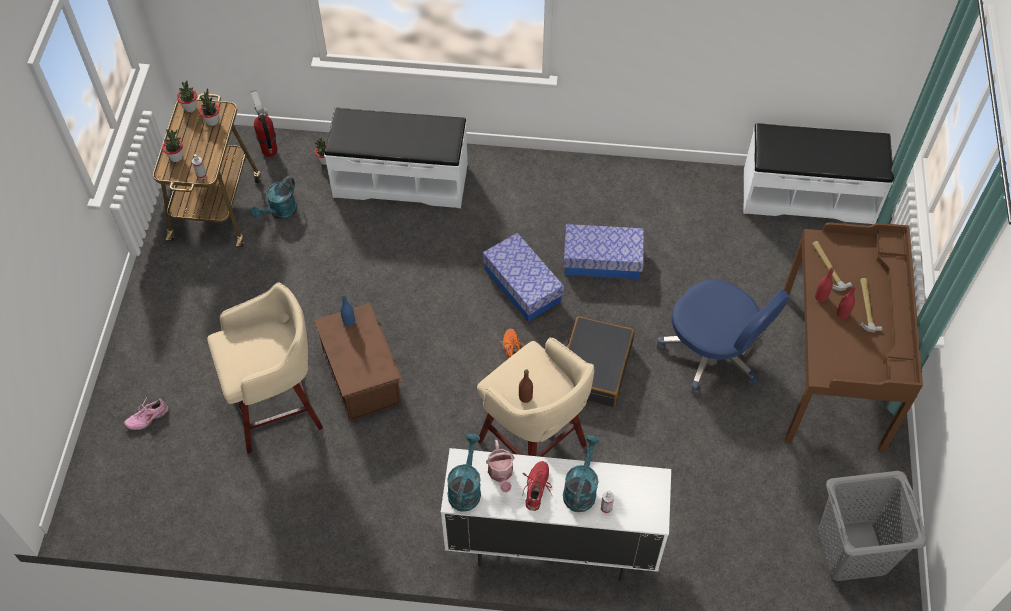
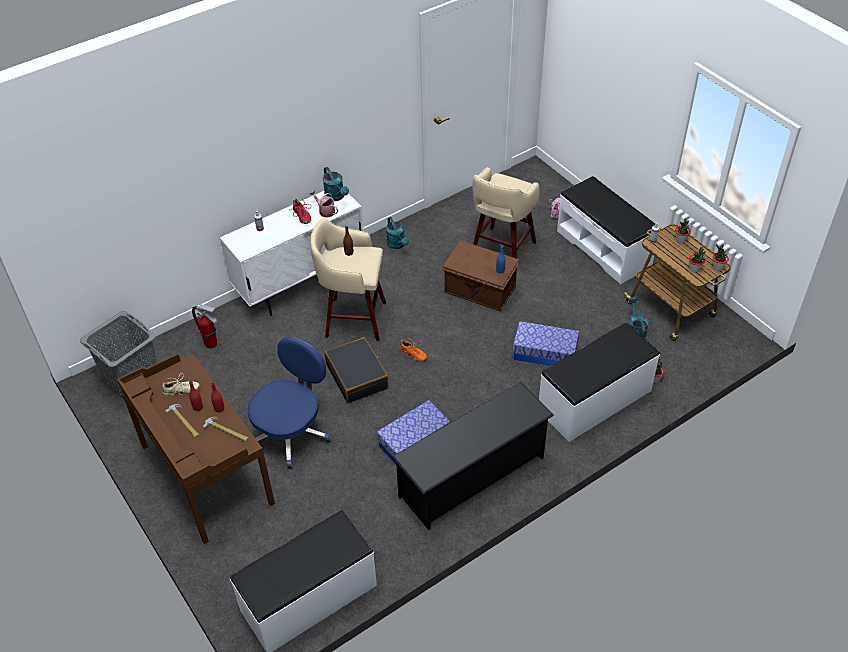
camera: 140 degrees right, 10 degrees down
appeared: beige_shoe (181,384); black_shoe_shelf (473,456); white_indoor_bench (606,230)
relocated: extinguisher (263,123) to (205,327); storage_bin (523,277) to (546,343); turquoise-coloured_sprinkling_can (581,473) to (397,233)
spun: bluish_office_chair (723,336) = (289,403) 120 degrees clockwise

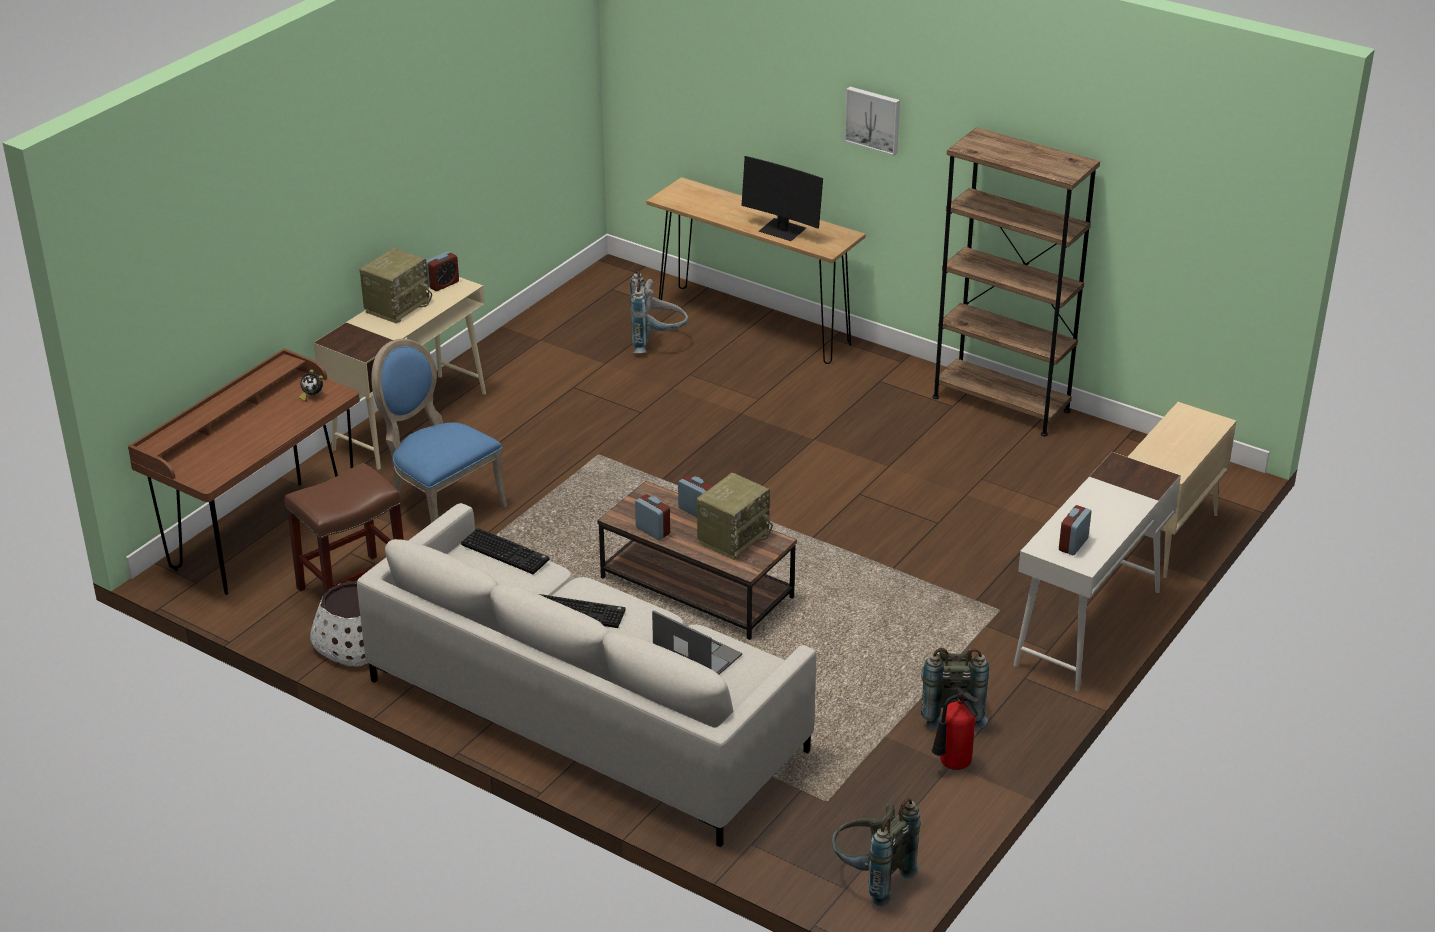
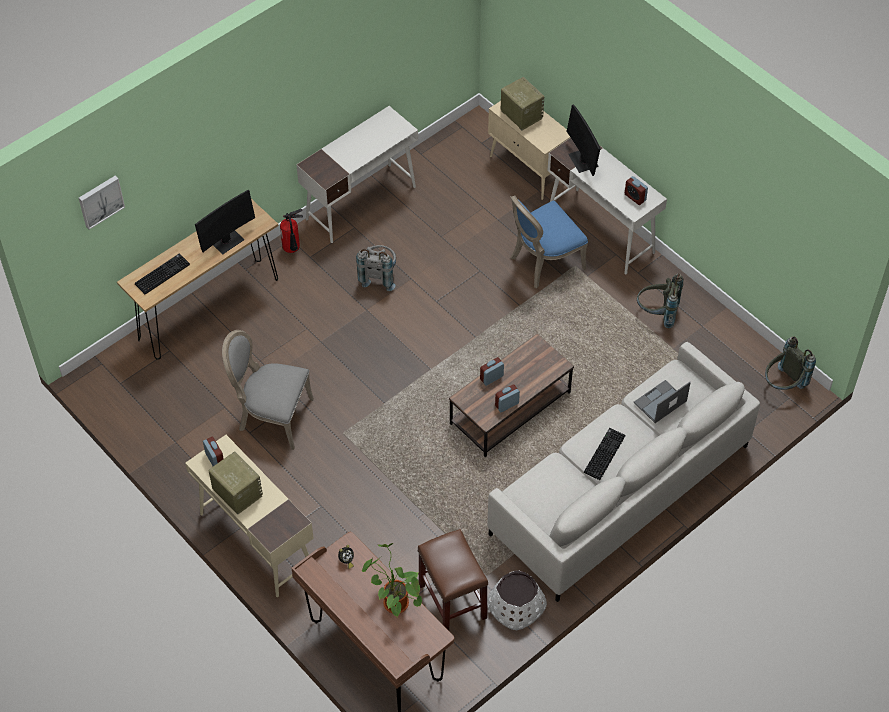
camera: 75 degrees left, 20 degrees up
appeared: grey_upright_chair (268,390); plant_in_a_pot (392,580); monitor (583,140)
relocated: bluish_upright_chair (439,431) to (549,241); PC_keyboard (505,551) to (162,273); grey_rucksack (659,311) to (376,268); radio (735,516) to (522,103); wall_art (872,121) to (102,203); extinguisher (955,728) to (291,231)
exchanged: brown-coloured_shelving_unit (1016,281) to white_desk_table (357,174)

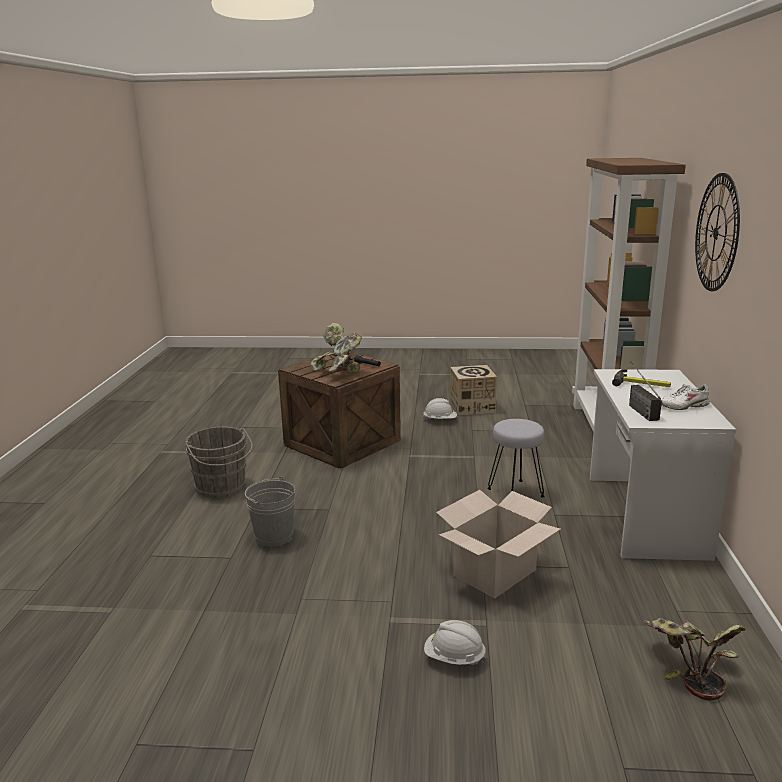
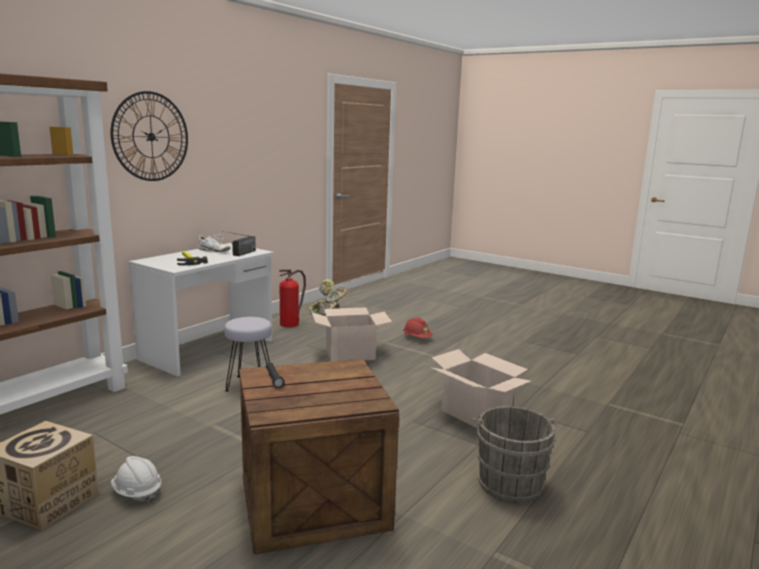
camera: 150 degrees left, 5 degrees down
missing: plant_in_a_pot (336,348)
appeared: extinguisher (292,298)
exchanged: grey_pail (270,511) to carton (481,388)
colour: white_safety_helmet (455,642) to reddish_safety_helmet (418,327)

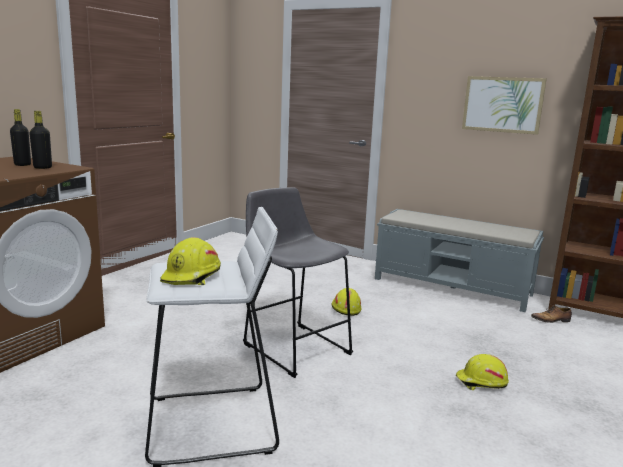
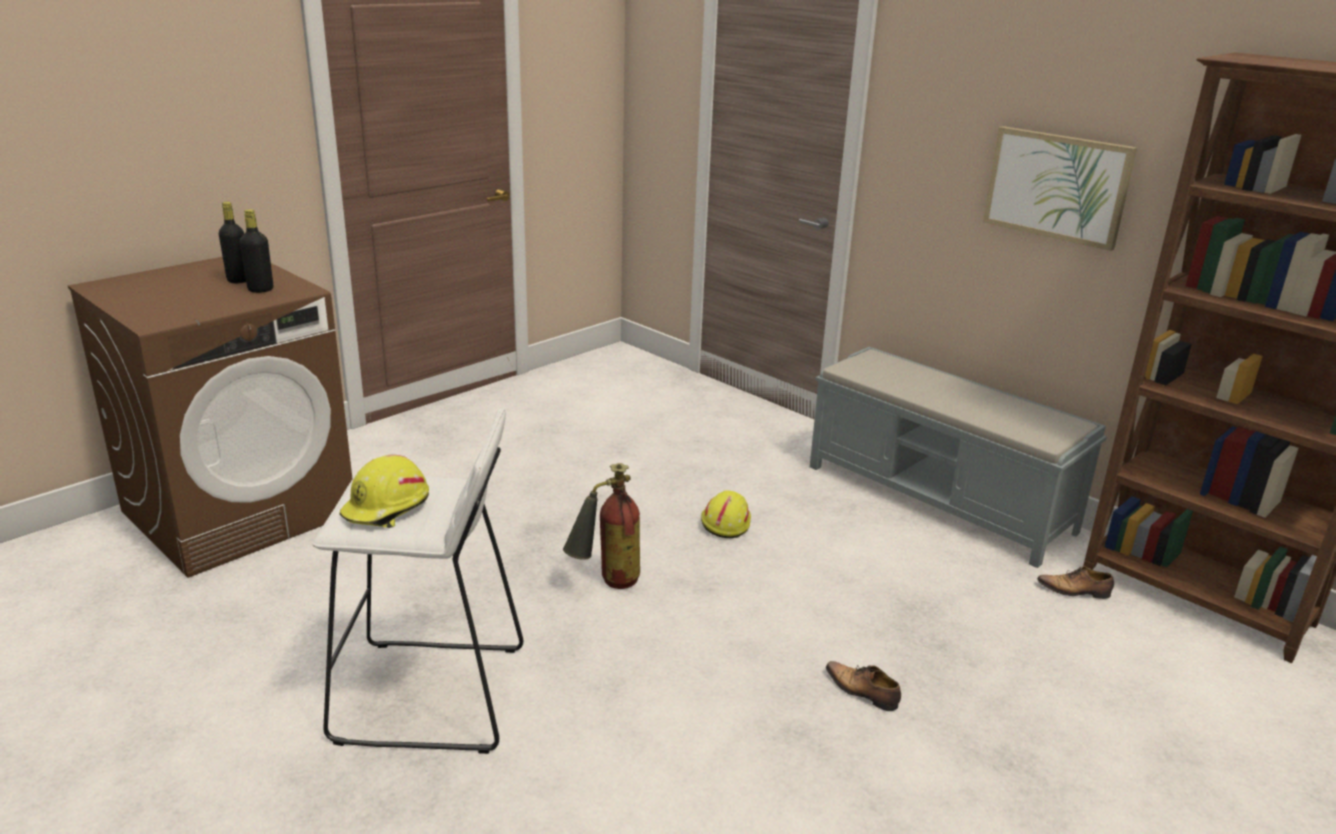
camera: 15 degrees right, 10 degrees up
exchanged: grey_stool (298,282) to extinguisher (601,526); yellow_safety_helmet (482,372) to shoe (863,686)

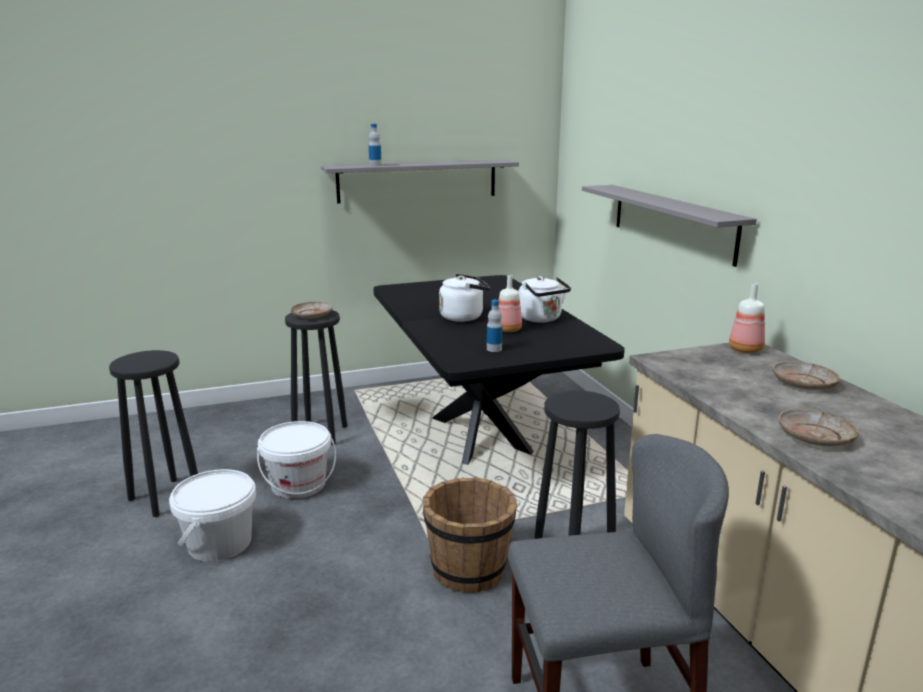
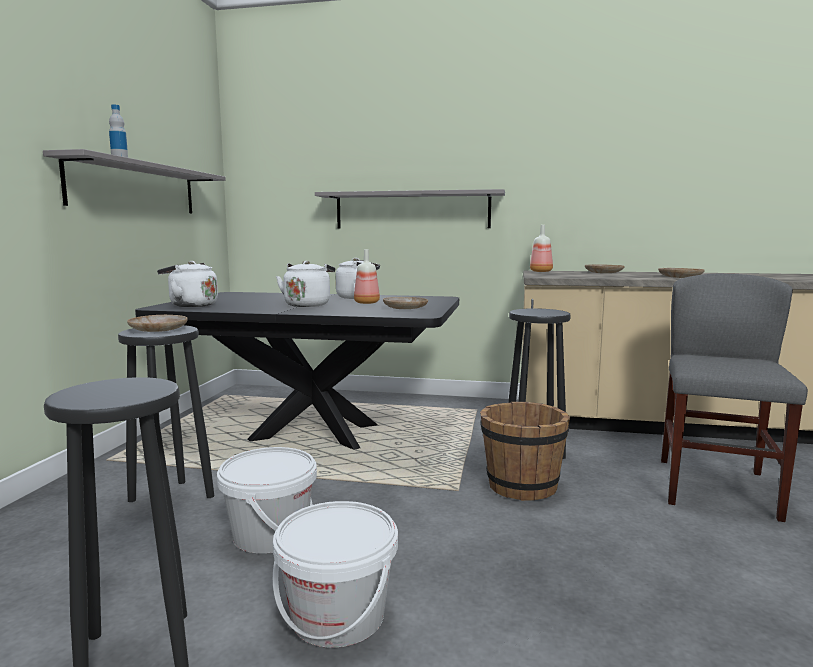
camera: 60 degrees left, 10 degrees down
appeared: white_water_kettle (187,284)
exchanged: drink_bottle (494,326) to beige_plate (405,303)

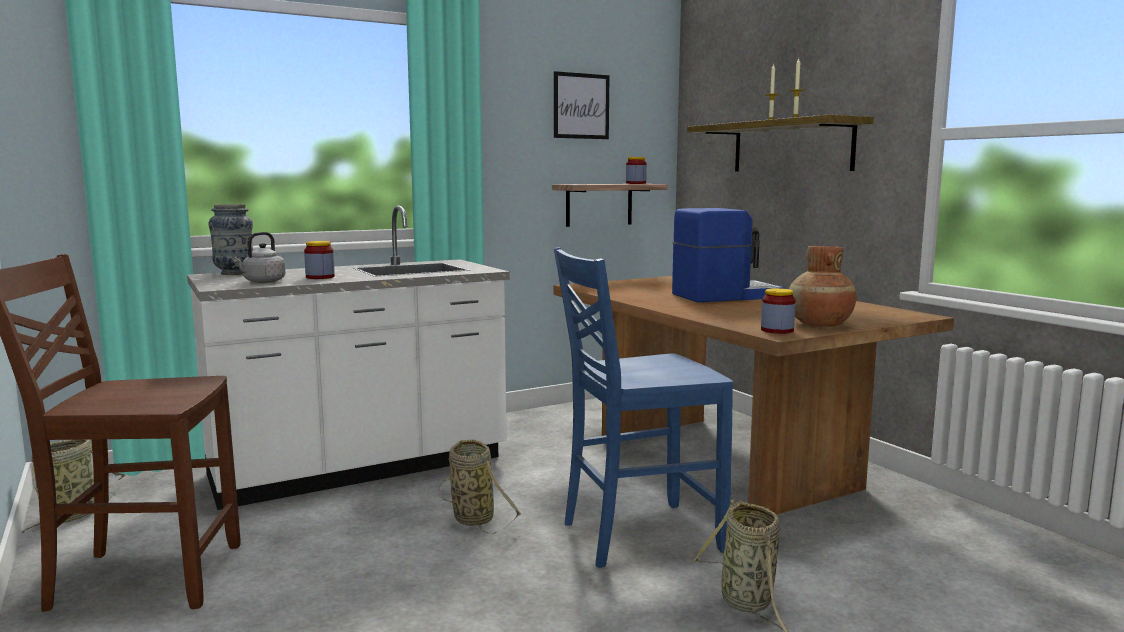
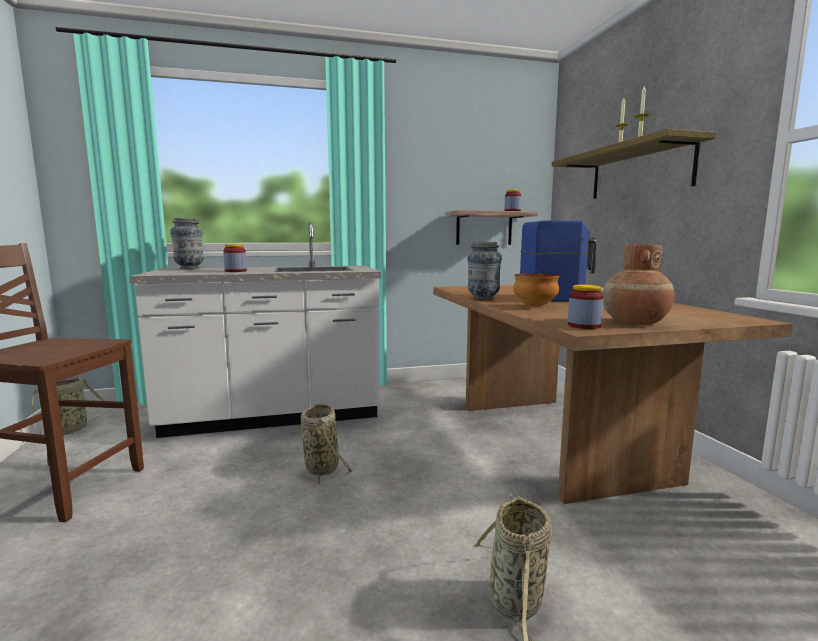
camera: 15 degrees right, 0 degrees up
missing: grey_water_kettle (259,257); wall_art (582,105); bluish_upright_chair (643,407)
appeared: decorative_vase (484,271); bowl (536,290)

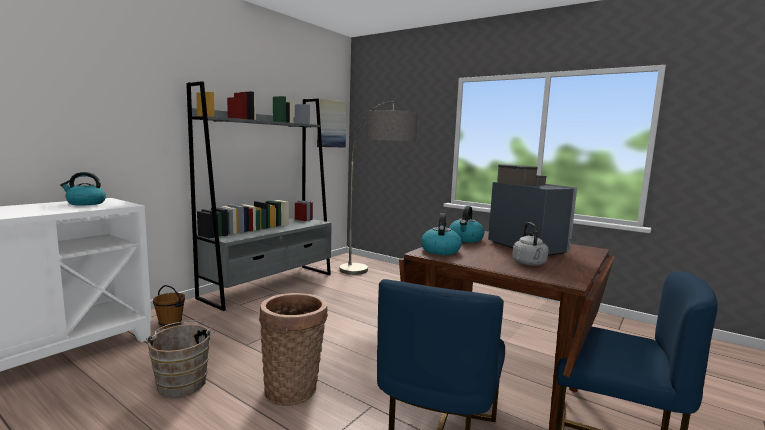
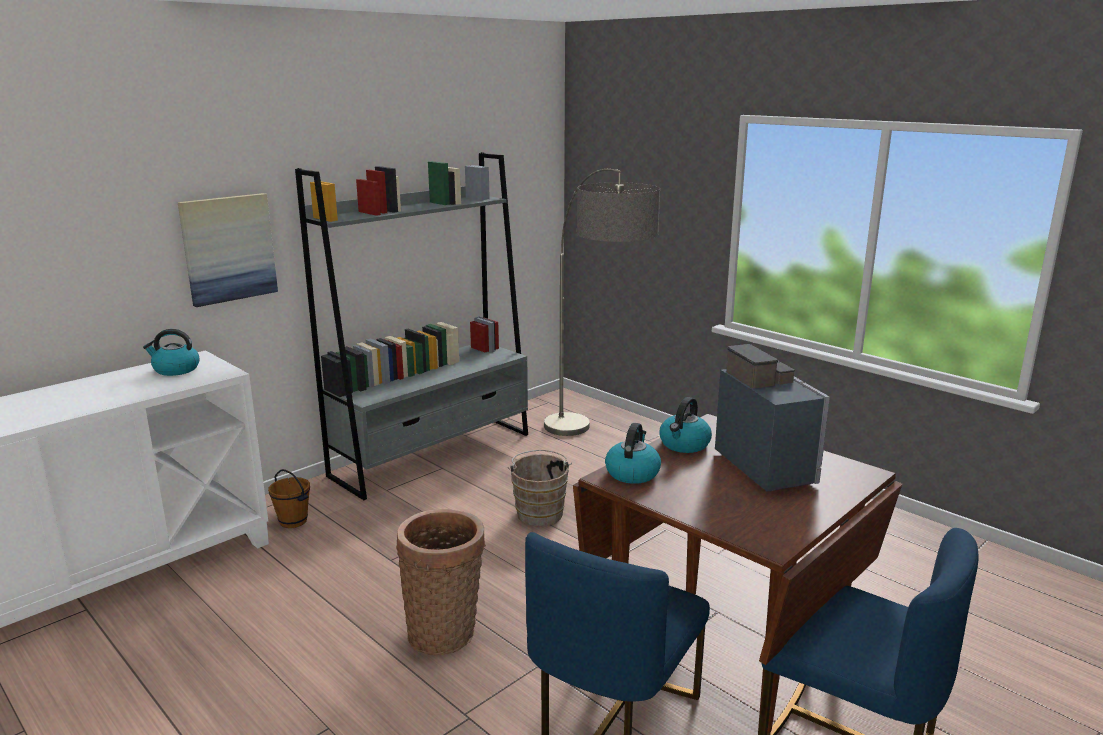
camera: 10 degrees right, 10 degrees up
missing: grey_water_kettle (530,244)
relocated: brown-coloured_pail (180,358) to (540,488); wall_art (332,123) to (228,250)

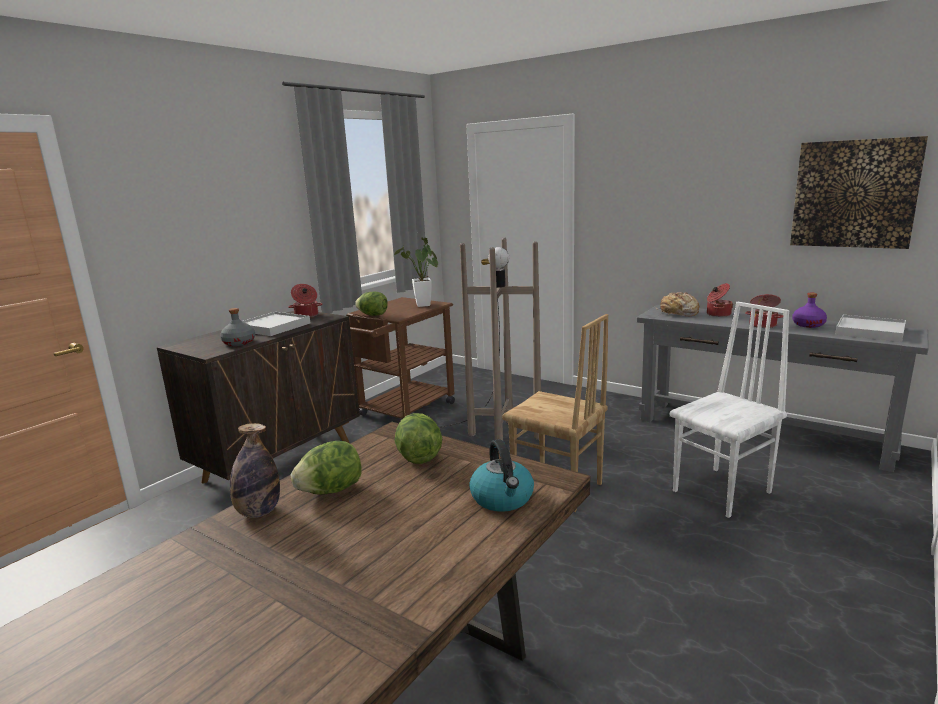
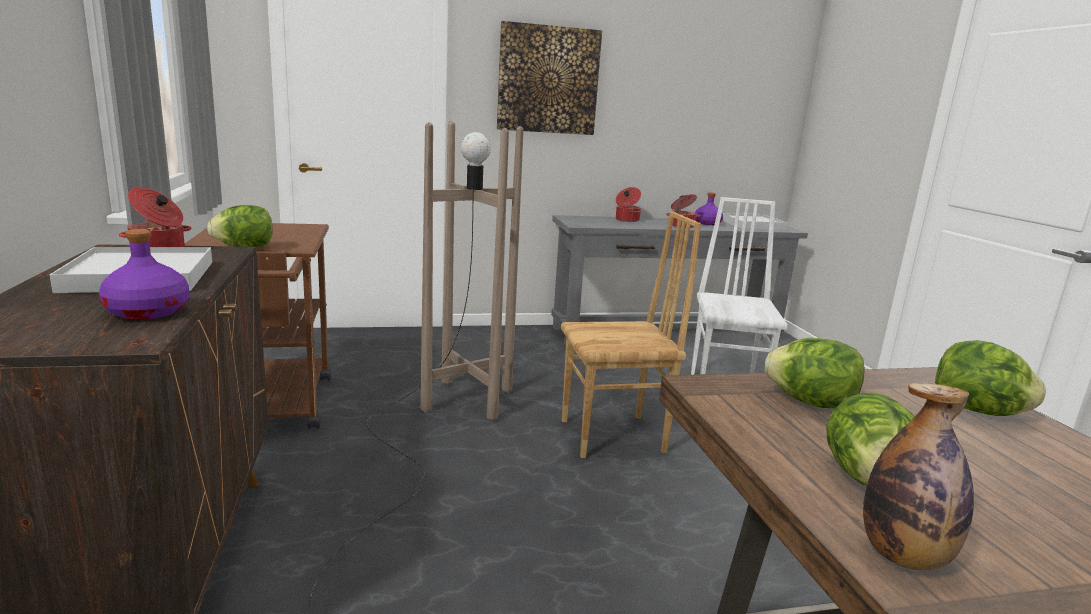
camera: 50 degrees left, 0 degrees up
missing: plant_in_a_pot (416,272); bakery_bread (677,304)
relocated: wall_art (859,192) to (549,78)
exchanged: water_kettle (501,475) to lettuce (990,378)
colour: grey_drink_bottle (237,327) to purple-coloured_drink_bottle (144,274)

